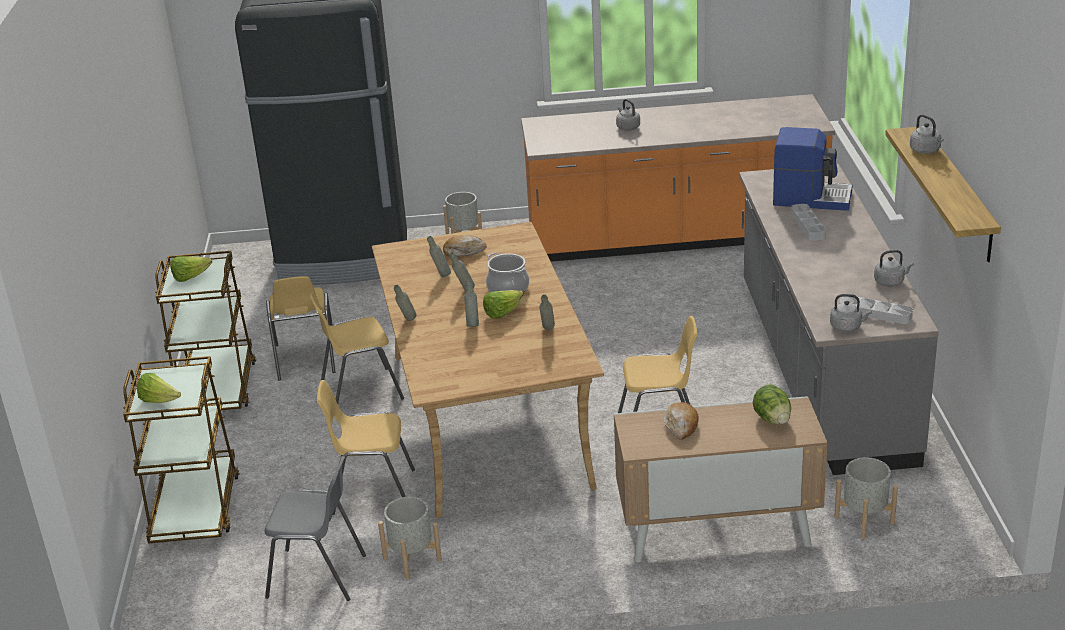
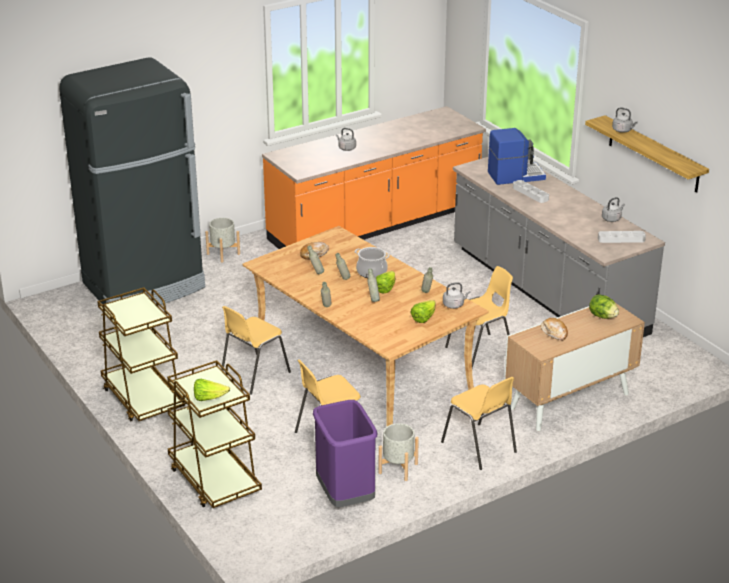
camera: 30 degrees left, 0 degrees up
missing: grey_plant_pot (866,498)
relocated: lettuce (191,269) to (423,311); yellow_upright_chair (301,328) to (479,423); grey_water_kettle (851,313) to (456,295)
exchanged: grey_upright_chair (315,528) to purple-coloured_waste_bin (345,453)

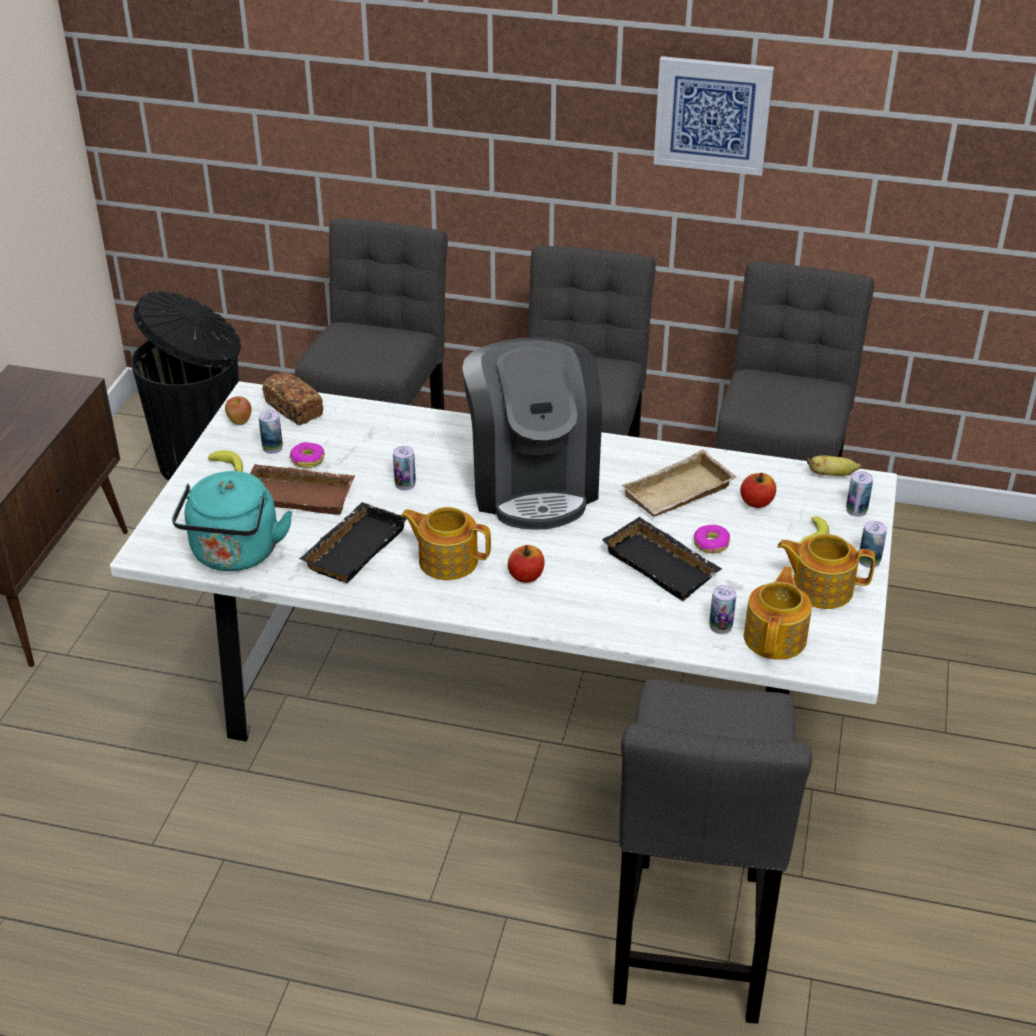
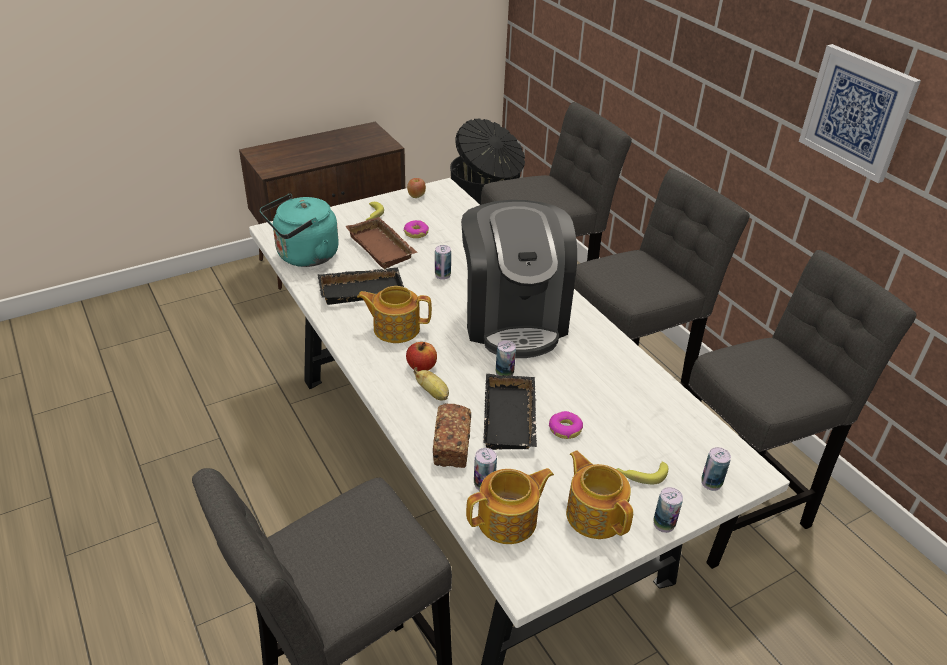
camera: 45 degrees right, 0 degrees up
missing: beige_carrying_tray (678,483); whole_apple (758,490)
relocated: can (271,432) to (506,358); bakery_bread (292,398) to (452,435); banana_fruit (834,465) to (431,384)
spun: pot_for_tea (446,543) = (394,314) 60 degrees counterclockwise; coffee_maker (532,433) = (519,279) 45 degrees counterclockwise

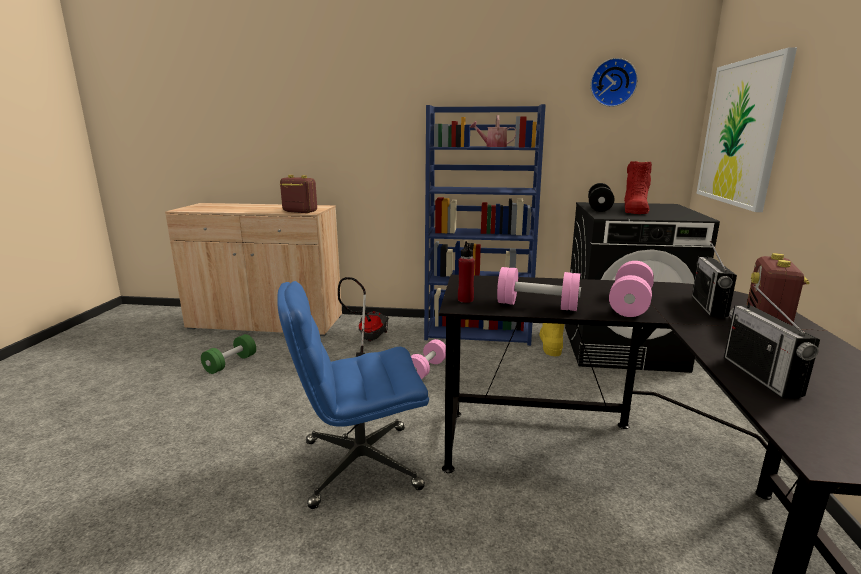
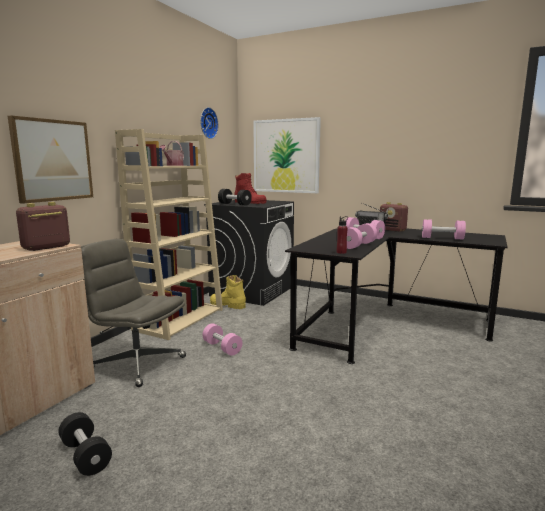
camera: 70 degrees left, 5 degrees down
missing: bluish_office_chair (353,395)
appeared: wall_art (50,160)
exchanged: hoover (363,317) to grey_office_chair (133,313); radio (772,341) to pink_dumbbell (444,229)
colour: green-coloured_dumbbell (228,354) to black_dumbbell (85,444); bluish_shelving_unit (485,225) to beige_shelving_unit (169,234)

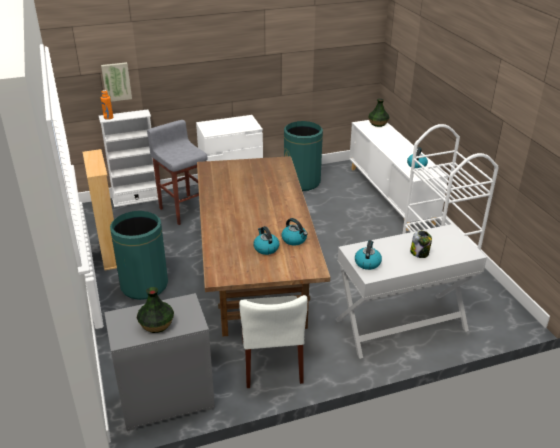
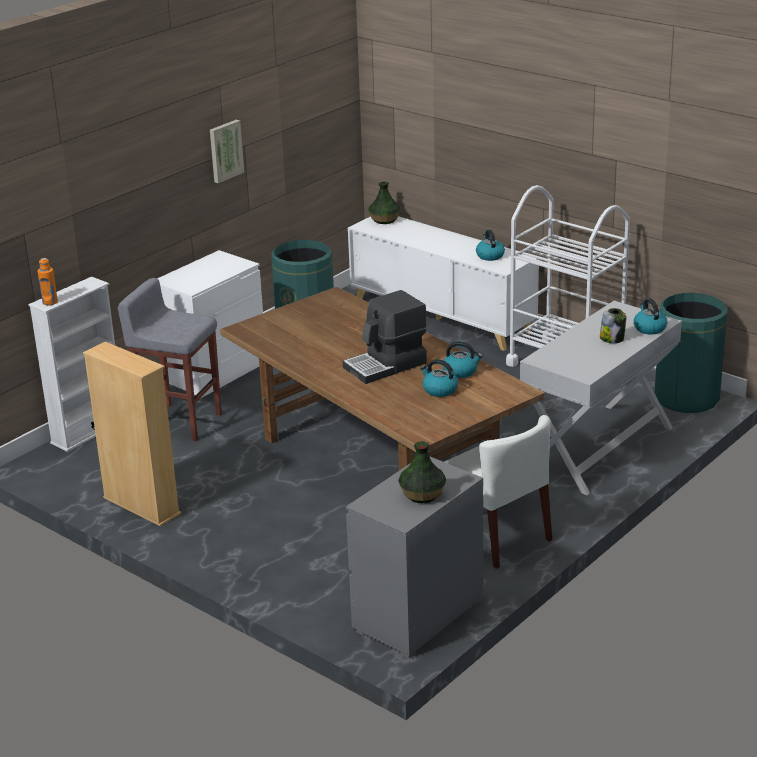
camera: 30 degrees left, 5 degrees down
appeared: coffee_maker (385,337)
relocated: wall_art (116,82) to (227,151); green-coloured_waste_bin (139,255) to (691,353); water_kettle (368,255) to (650,316)

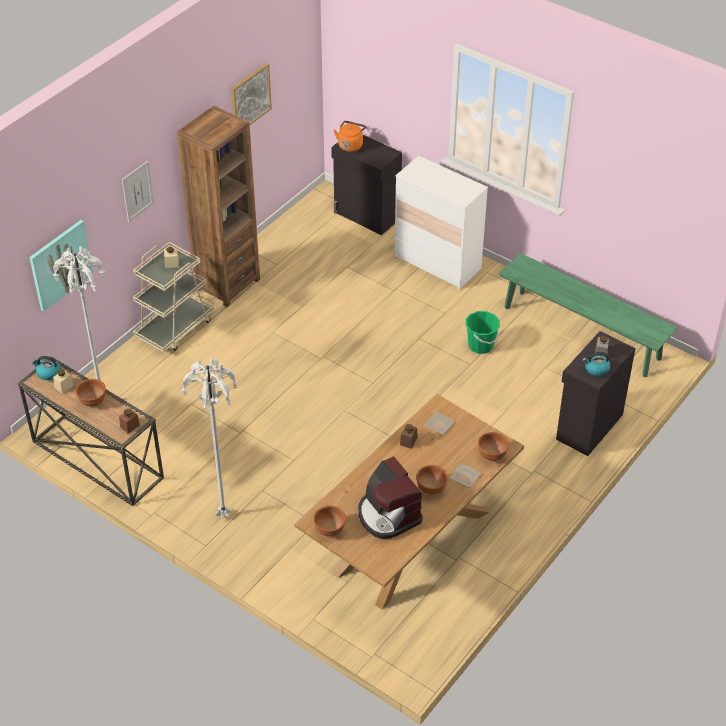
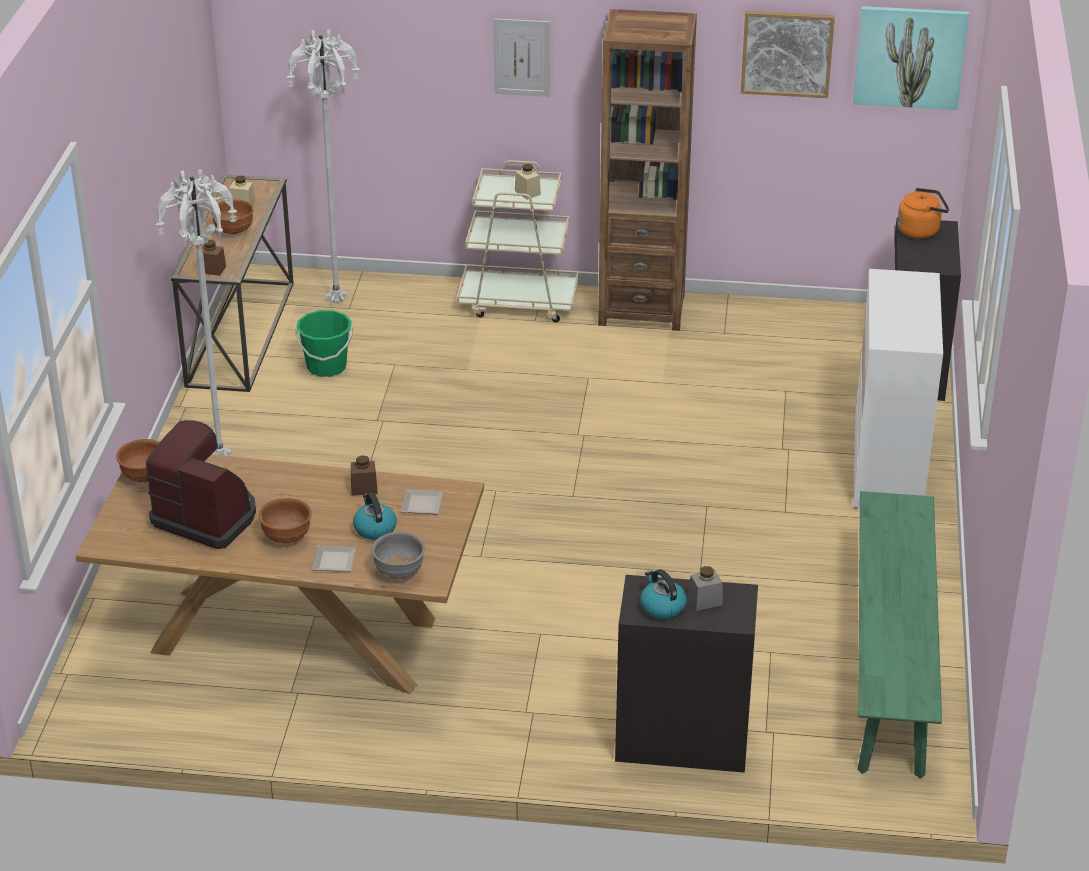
camera: 60 degrees right, 10 degrees down
relocated: wall_art (61,266) to (911,58); water_kettle (46,368) to (375,516); green-coloured_pail (482,332) to (324,343)
colour: brown-coloured_bowl (493,446) to grey_bowl (398,555)
spun: coffee_maker (390,497) = (201,484) 90 degrees clockwise

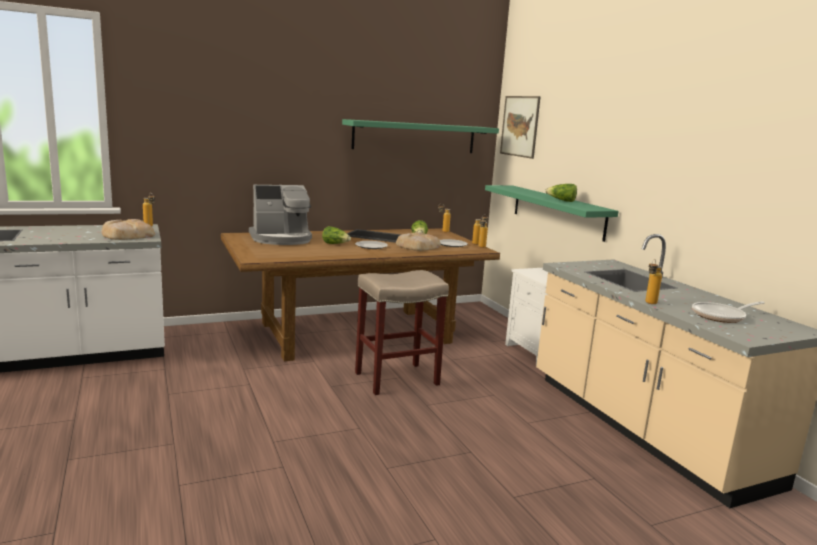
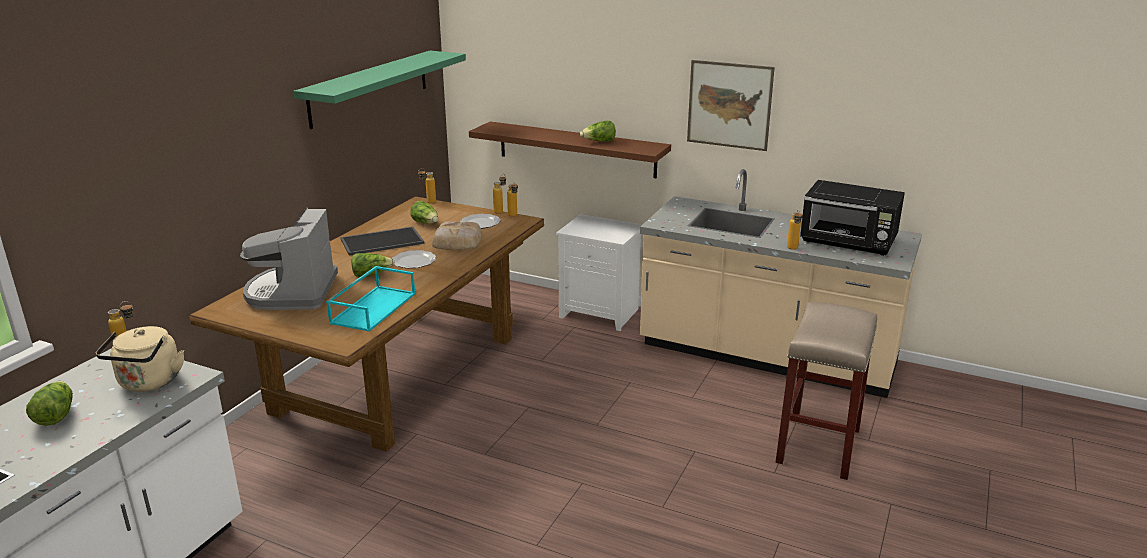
camera: 40 degrees left, 10 degrees up
appeared: lettuce (49,403); turquoise-coloured_carrying_tray (371,299)
relocated: beige_stool (402,332) to (826,391); wall_art (520,127) to (731,105)
exchanged: bakery_bread (128,229) to beige_water_kettle (140,359); frying_pan (728,312) to black_microwave (852,218)
colour: green-coloured_wall_shelf (552,213) to brown-coloured_wall_shelf (570,149)
spun: coffee_maker (280,215) = (289,259) 150 degrees clockwise

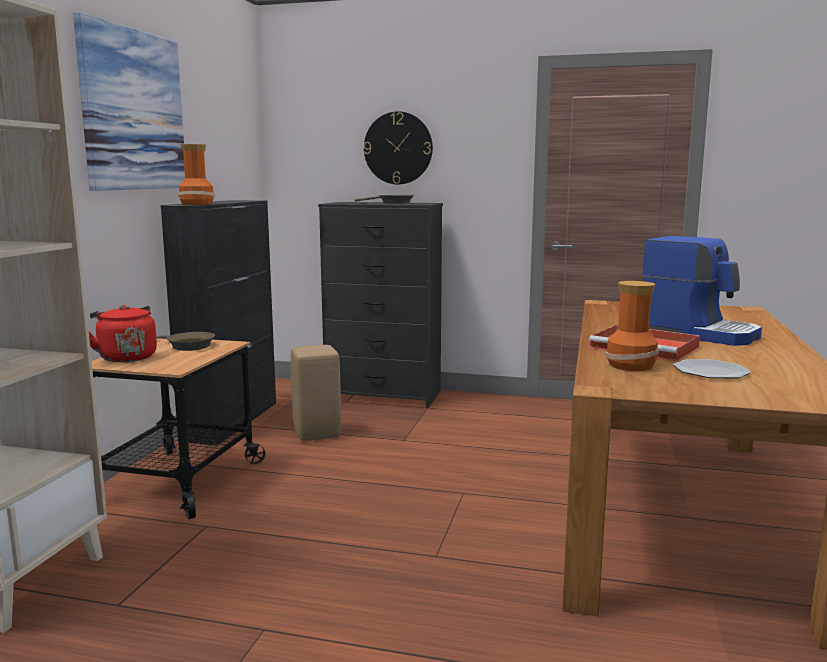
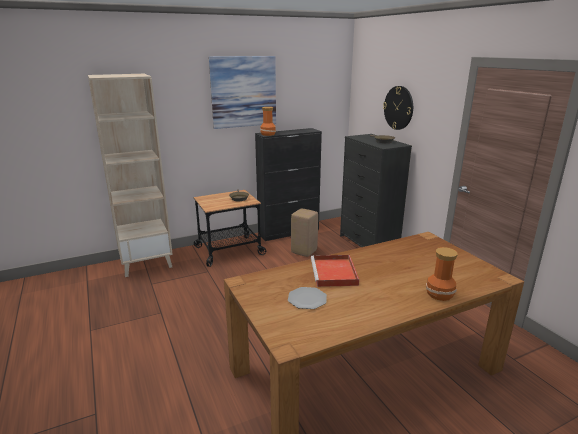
camera: 50 degrees right, 10 degrees up
missing: reddish_water_kettle (123,333); coffee_maker (702,291)
relocated: decorative_vase (632,326) to (442,274)

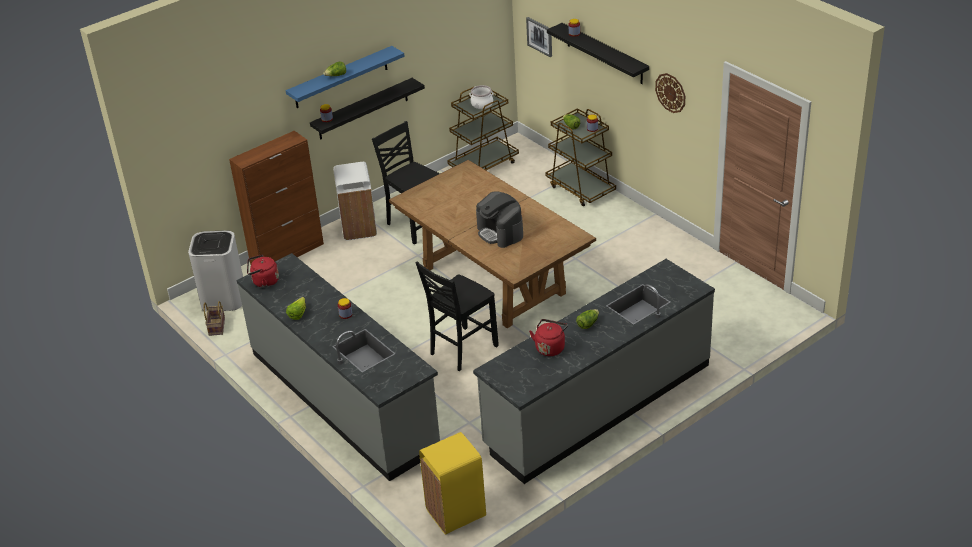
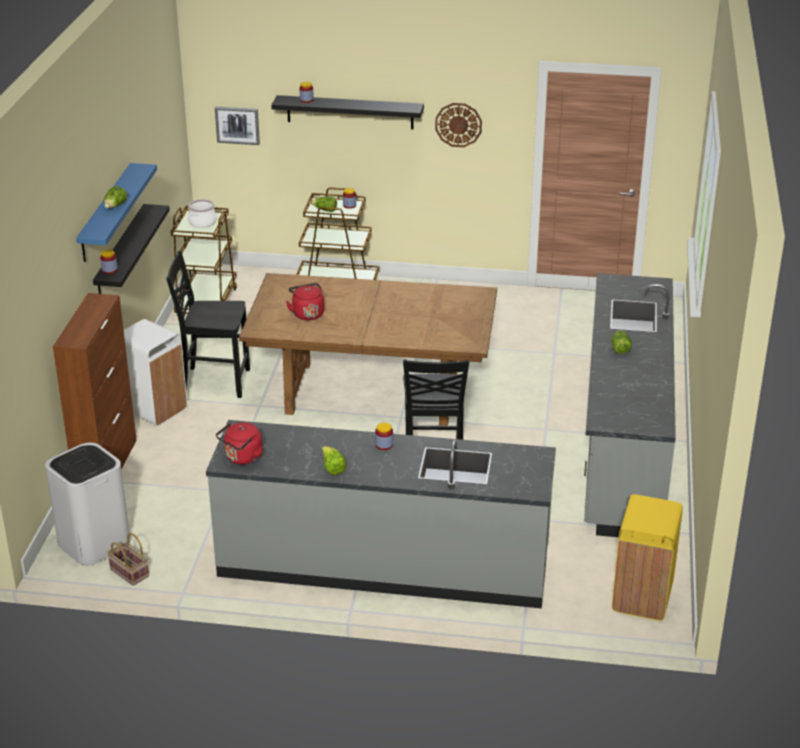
camera: 45 degrees left, 5 degrees down
missing: coffee_maker (499,219)
relocated: reddish_water_kettle (548,337) to (305,301)

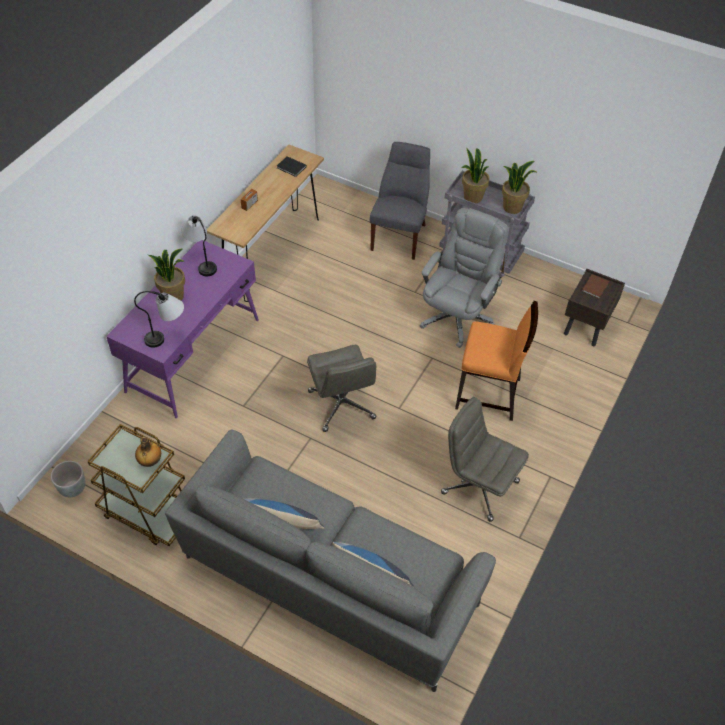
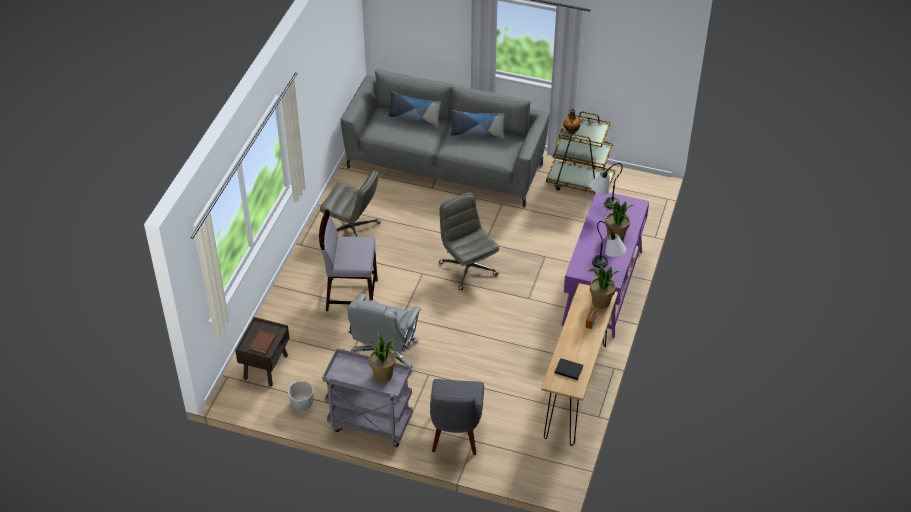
camera: 170 degrees right, 5 degrees down
relocated: grey_plant_pot (68,479) to (301,396); plant_in_a_pot (519,187) to (603,287)
colour: orange_upright_chair (496,361) to grey_upright_chair (348,260)

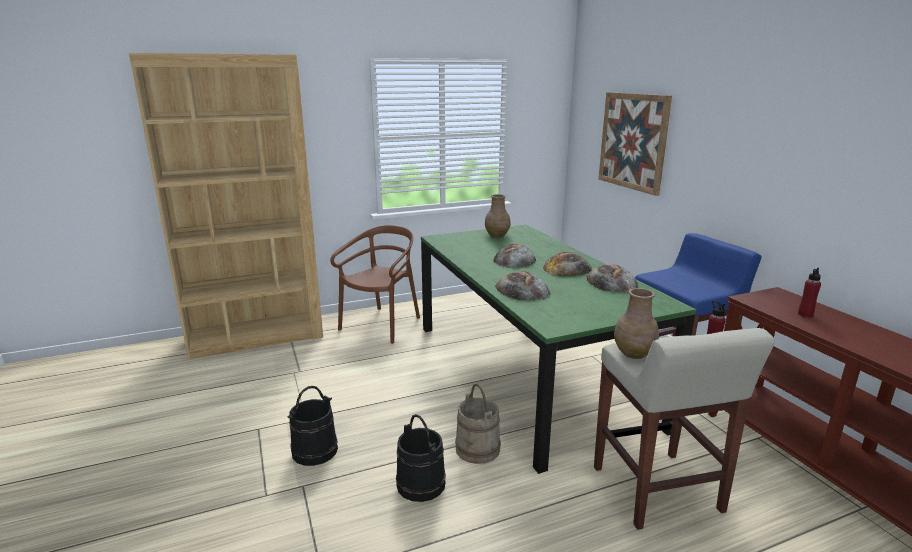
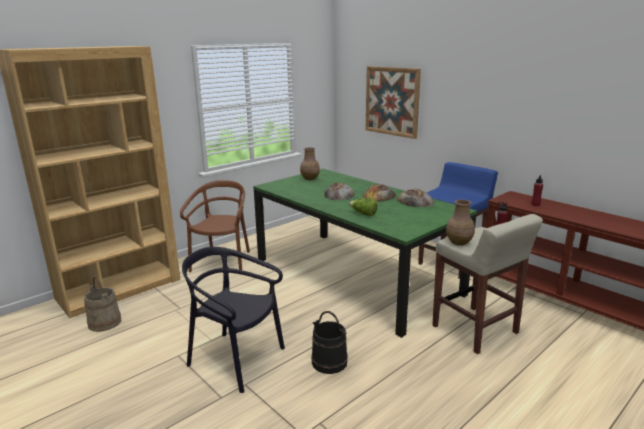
camera: 20 degrees left, 0 degrees up
relocated: beige_pail (478,424) to (102,304)
exchanged: black_pail (312,426) to black_upright_chair (233,320); bakery_bread (523,286) to lettuce (363,207)

